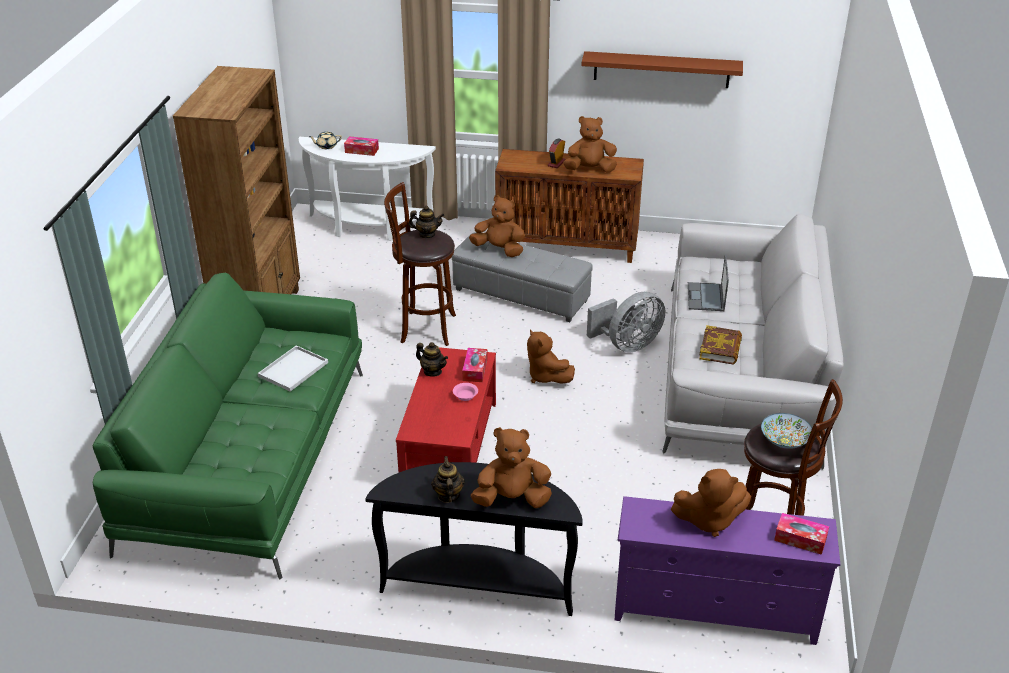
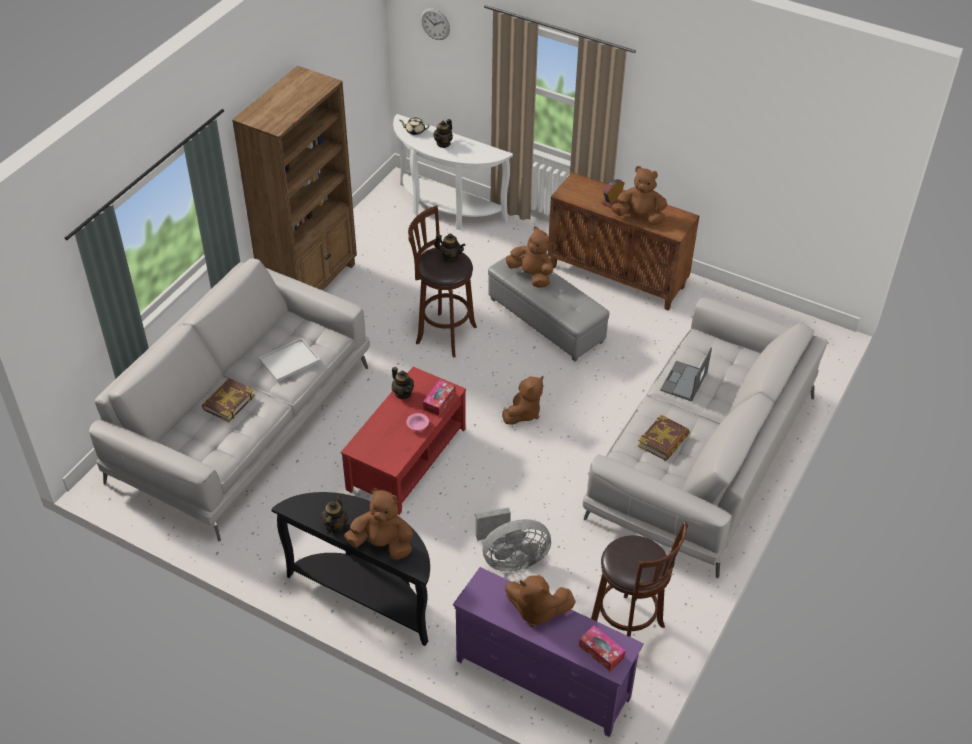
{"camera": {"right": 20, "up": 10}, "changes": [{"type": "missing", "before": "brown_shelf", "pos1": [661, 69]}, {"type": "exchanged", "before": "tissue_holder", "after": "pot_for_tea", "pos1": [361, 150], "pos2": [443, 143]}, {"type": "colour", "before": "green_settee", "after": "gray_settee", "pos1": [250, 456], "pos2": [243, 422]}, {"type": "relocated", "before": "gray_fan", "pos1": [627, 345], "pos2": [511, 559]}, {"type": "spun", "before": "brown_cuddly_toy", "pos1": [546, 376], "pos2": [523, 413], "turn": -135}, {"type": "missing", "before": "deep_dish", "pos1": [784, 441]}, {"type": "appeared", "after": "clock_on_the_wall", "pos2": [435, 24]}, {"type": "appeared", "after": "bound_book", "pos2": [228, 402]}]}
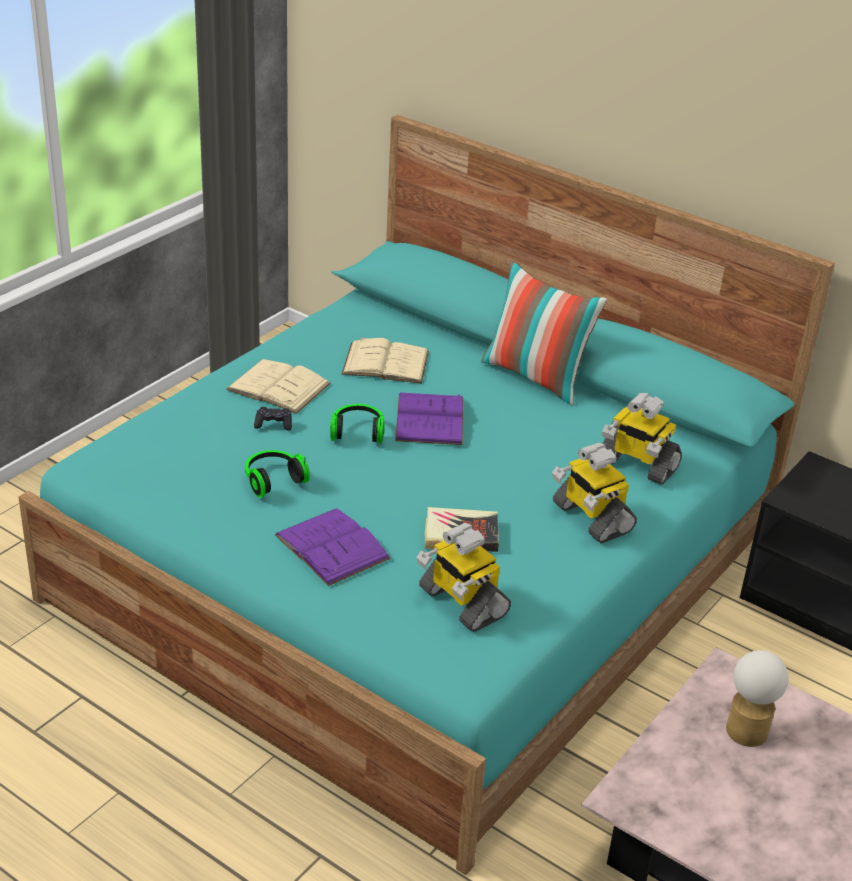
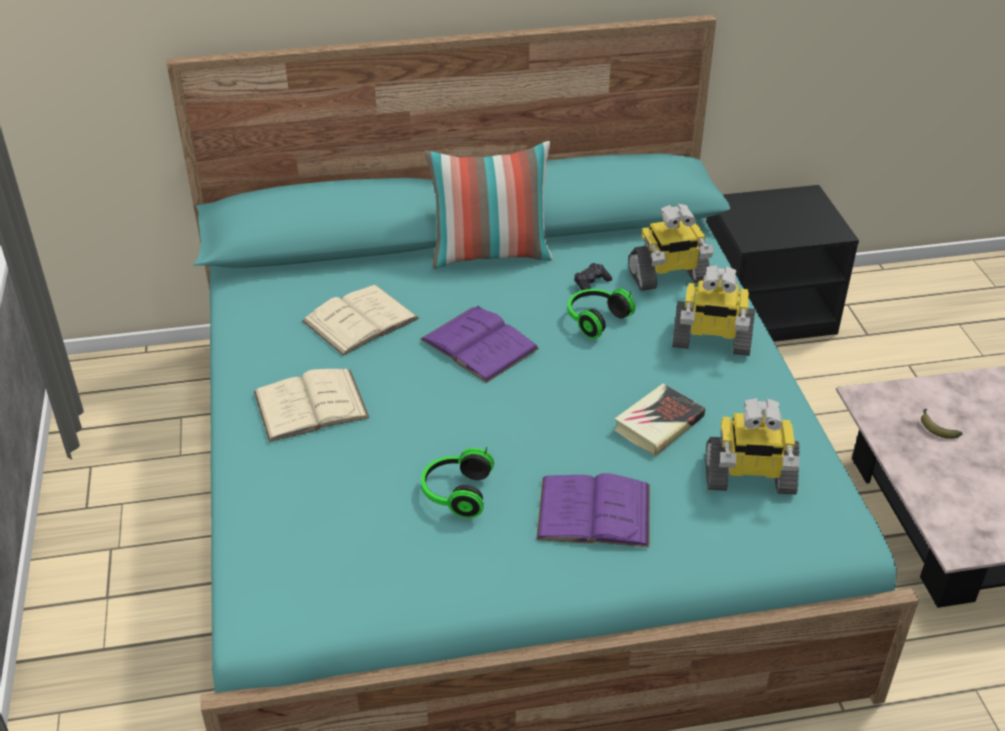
{"camera": {"right": -45, "up": 5}, "changes": [{"type": "relocated", "before": "headset", "pos1": [358, 432], "pos2": [595, 319]}, {"type": "relocated", "before": "blackish_game_controller", "pos1": [273, 424], "pos2": [591, 284]}, {"type": "exchanged", "before": "table_lamp", "after": "banana_fruit", "pos1": [748, 727], "pos2": [936, 427]}]}
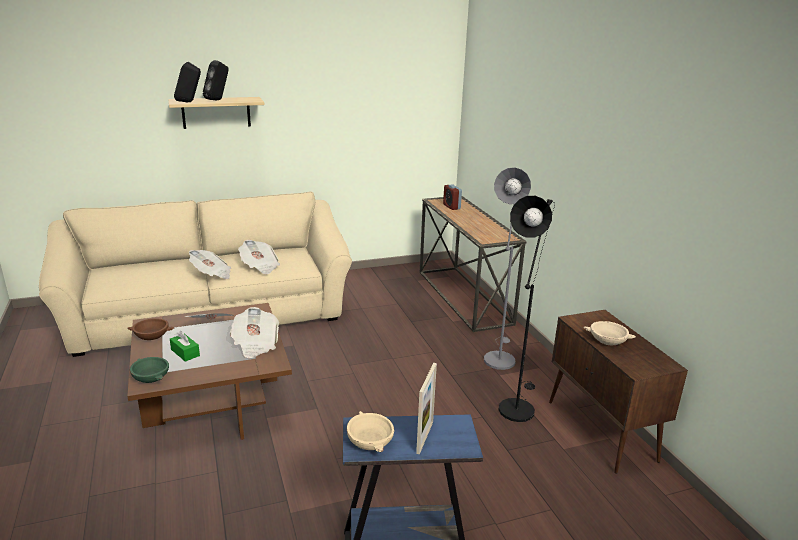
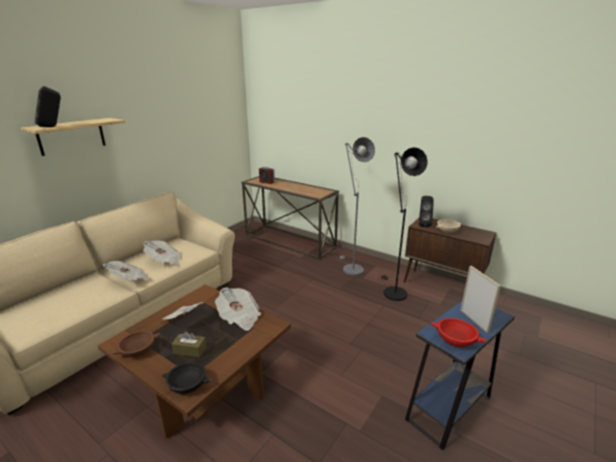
{"camera": {"right": -35, "up": 0}, "changes": [{"type": "relocated", "before": "blackish_loudspeaker", "pos1": [218, 100], "pos2": [423, 224]}, {"type": "colour", "before": "green_tissue_holder", "after": "brown_tissue_holder", "pos1": [185, 352], "pos2": [190, 350]}, {"type": "colour", "before": "green_deep_dish", "after": "blackish_deep_dish", "pos1": [150, 377], "pos2": [187, 385]}, {"type": "colour", "before": "beige_deep_dish", "after": "red_deep_dish", "pos1": [369, 441], "pos2": [455, 340]}]}
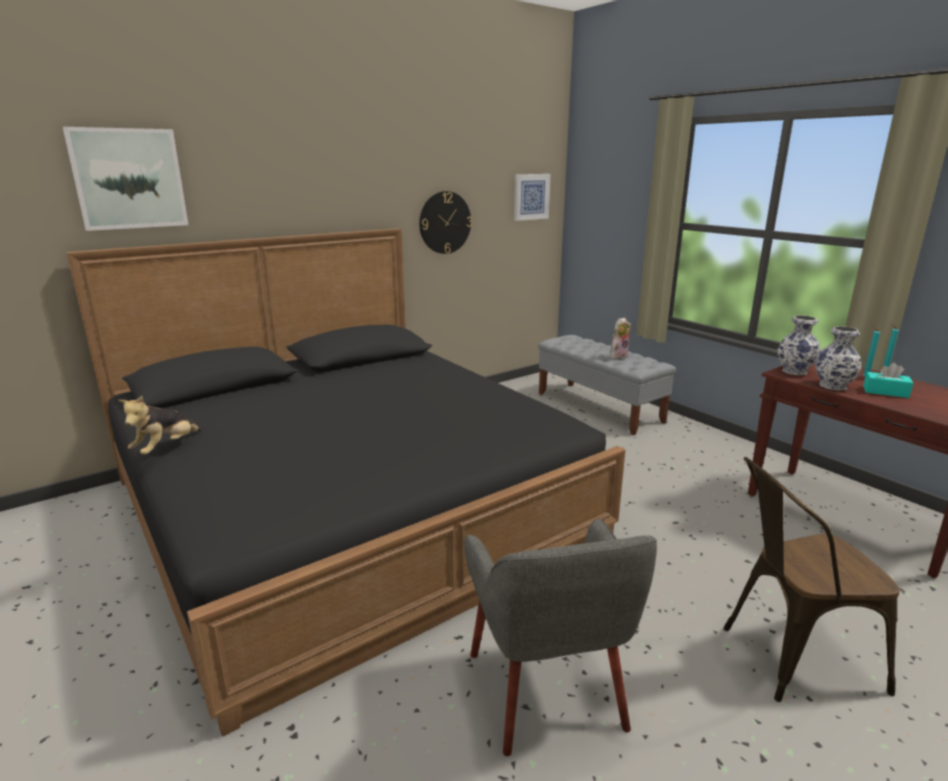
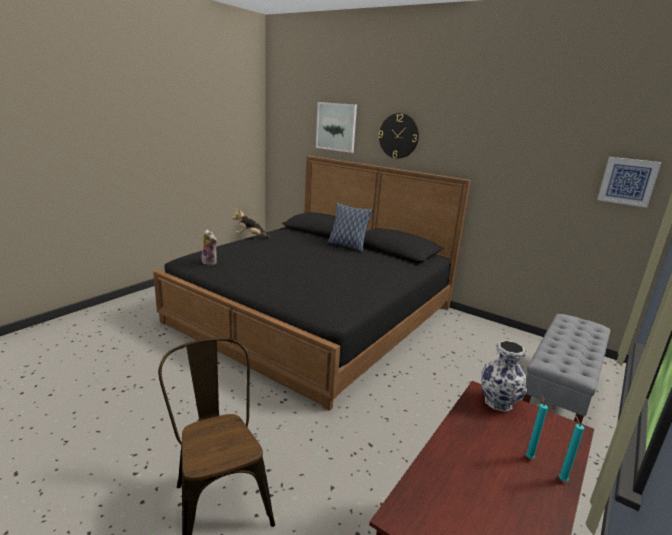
{"camera": {"right": 70, "up": 0}, "changes": [{"type": "relocated", "before": "clock_on_the_wall", "pos1": [445, 222], "pos2": [398, 136]}, {"type": "relocated", "before": "cuddly_toy", "pos1": [618, 356], "pos2": [211, 262]}, {"type": "missing", "before": "vase", "pos1": [832, 385]}, {"type": "missing", "before": "turquoise_tissue_holder", "pos1": [885, 392]}, {"type": "missing", "before": "gray_lounge_chair", "pos1": [547, 690]}, {"type": "appeared", "after": "cushion", "pos2": [347, 246]}]}
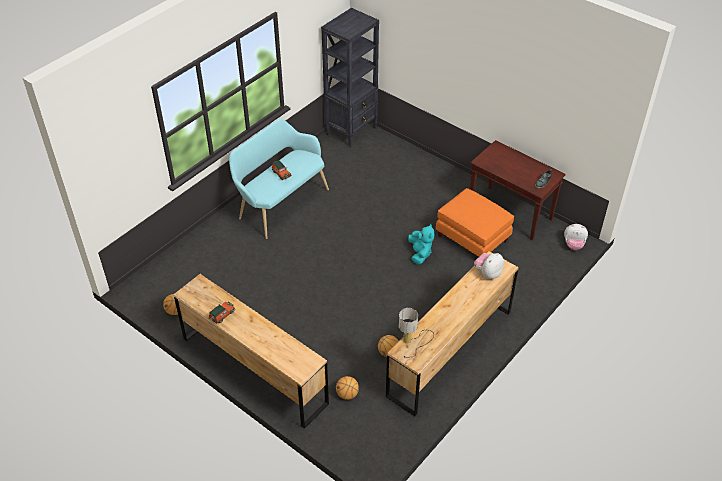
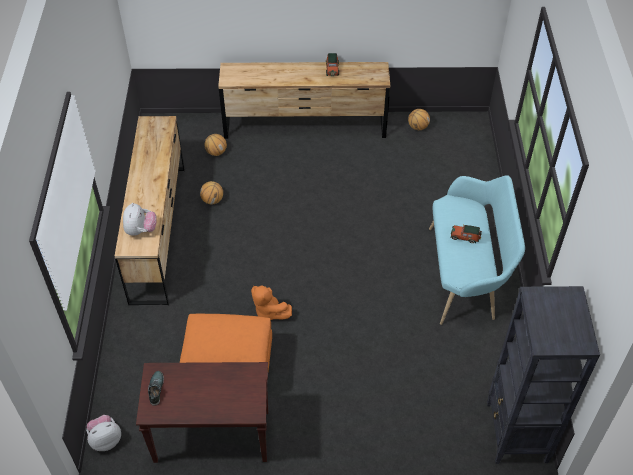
{"camera": {"right": 140, "up": 5}, "changes": [{"type": "colour", "before": "turquoise_cuddly_toy", "after": "orange_cuddly_toy", "pos1": [420, 254], "pos2": [269, 311]}, {"type": "missing", "before": "table_lamp", "pos1": [412, 341]}]}
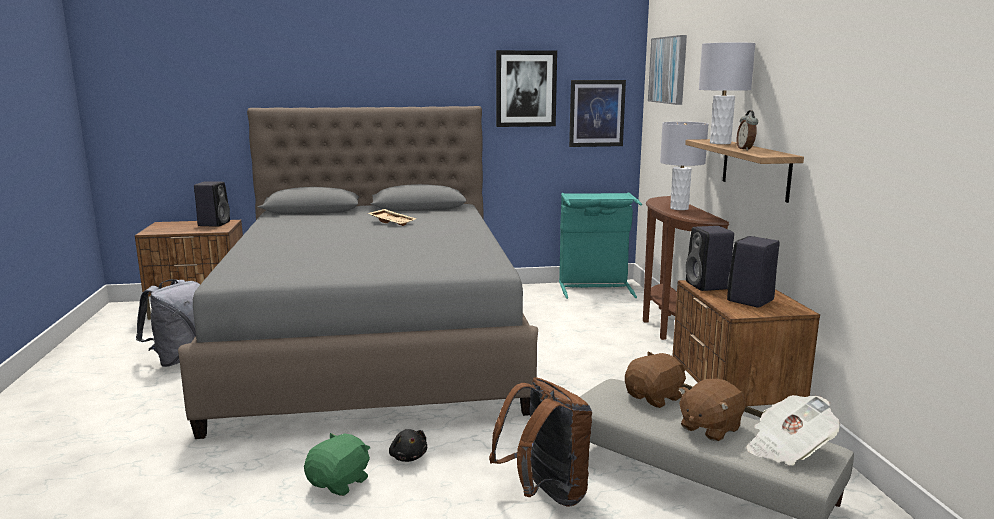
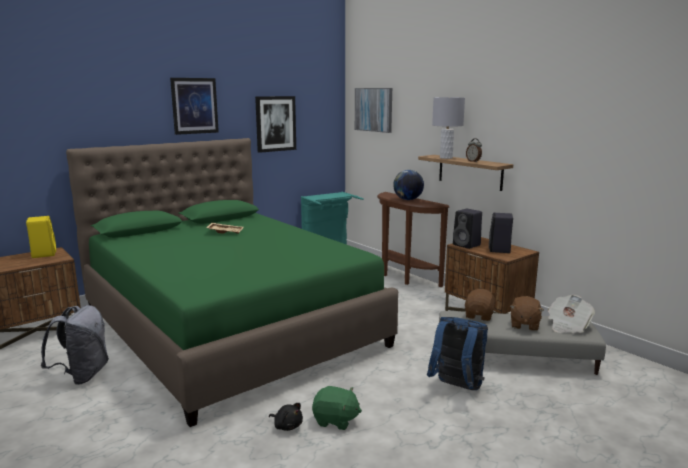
{"camera": {"right": -30, "up": 0}, "changes": [{"type": "relocated", "before": "wall_picture", "pos1": [596, 113], "pos2": [194, 106]}, {"type": "colour", "before": "gray_bed", "after": "green_bed", "pos1": [373, 343], "pos2": [230, 326]}, {"type": "exchanged", "before": "gray_table_lamp", "after": "globe", "pos1": [679, 208], "pos2": [408, 199]}, {"type": "colour", "before": "blackish_loudspeaker", "after": "yellow-coloured_loudspeaker", "pos1": [214, 223], "pos2": [43, 254]}, {"type": "colour", "before": "brown_knapsack", "after": "blue-coloured_knapsack", "pos1": [545, 494], "pos2": [456, 387]}, {"type": "relocated", "before": "blackish_cuddly_toy", "pos1": [408, 457], "pos2": [287, 426]}, {"type": "spun", "before": "green_cuddly_toy", "pos1": [340, 482], "pos2": [335, 420], "turn": 105}]}
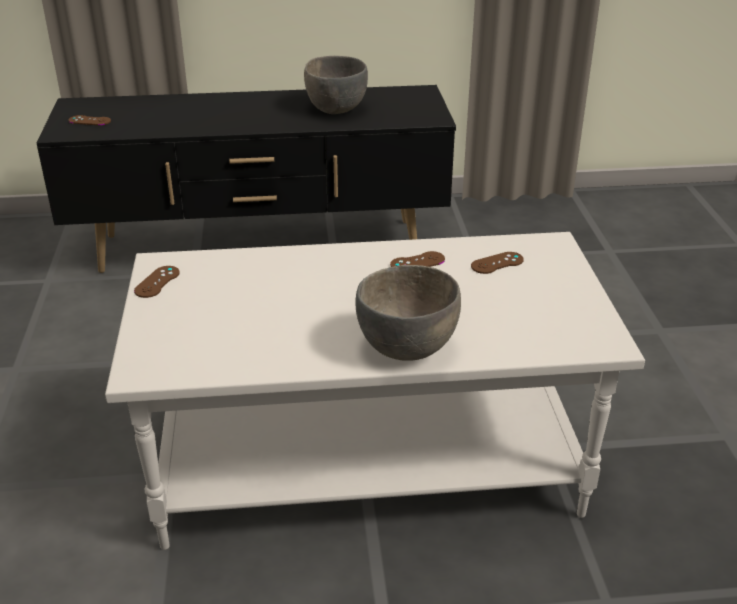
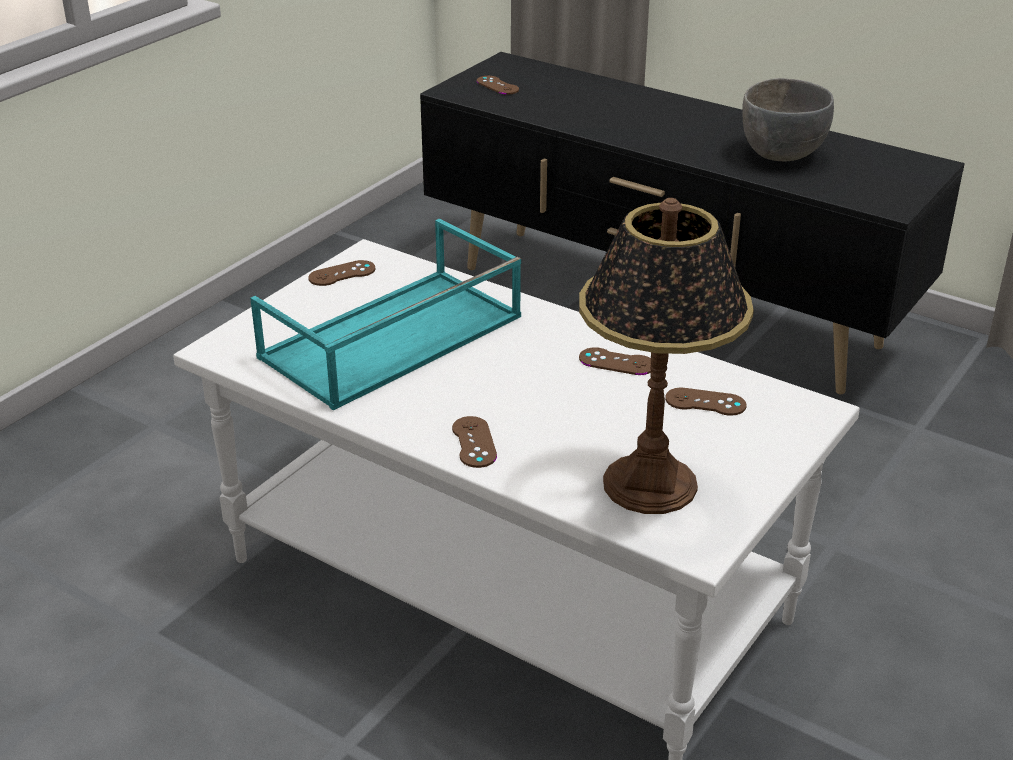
{"camera": {"right": 40, "up": 0}, "changes": [{"type": "exchanged", "before": "gray_deep_dish", "after": "brown_game_controller", "pos1": [407, 348], "pos2": [474, 442]}, {"type": "appeared", "after": "table_lamp", "pos2": [651, 483]}, {"type": "appeared", "after": "turquoise_serving_tray", "pos2": [391, 339]}]}
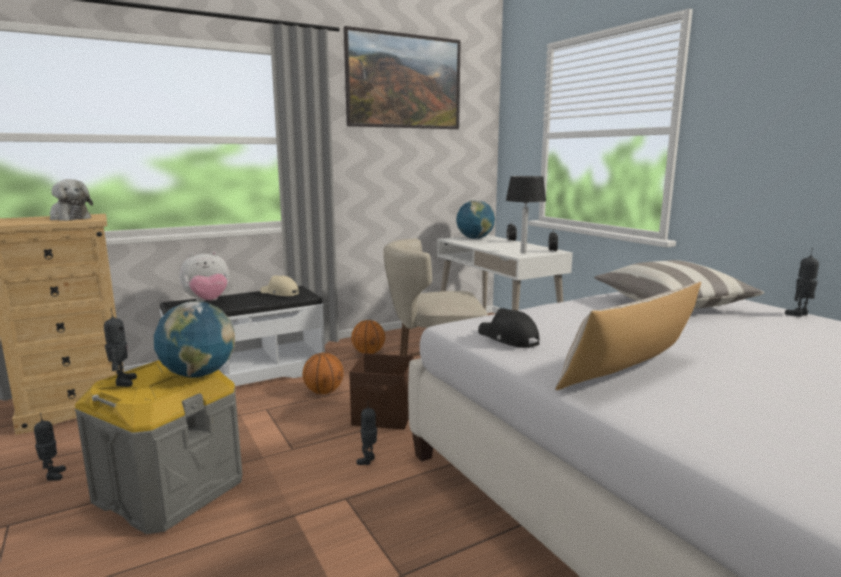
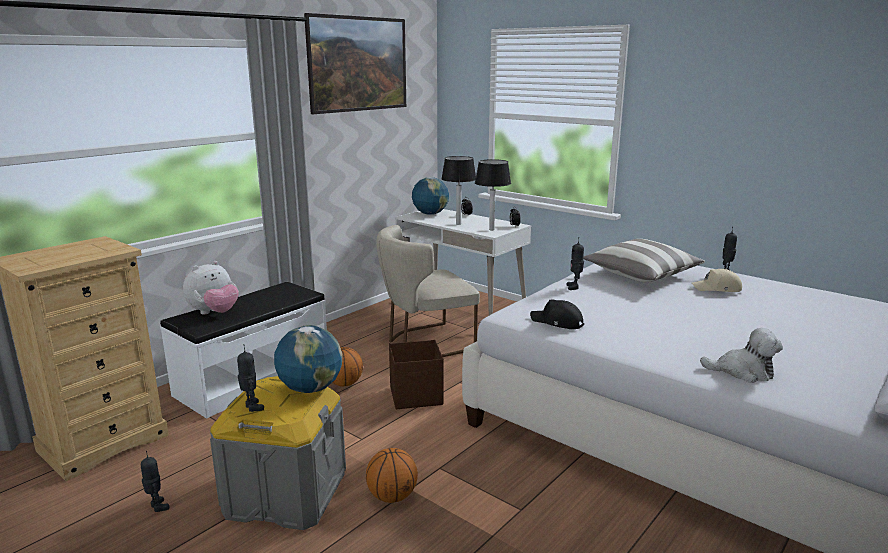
{"camera": {"right": -20, "up": 5}, "changes": [{"type": "relocated", "before": "cuddly_toy", "pos1": [69, 218], "pos2": [743, 372]}, {"type": "relocated", "before": "beige_baseball_cap", "pos1": [279, 293], "pos2": [717, 289]}, {"type": "missing", "before": "beige_cushion", "pos1": [627, 371]}, {"type": "relocated", "before": "ball_for_basketball", "pos1": [368, 353], "pos2": [392, 496]}, {"type": "relocated", "before": "toy_robot", "pos1": [368, 460], "pos2": [574, 287]}, {"type": "appeared", "after": "table_lamp", "pos2": [458, 224]}]}
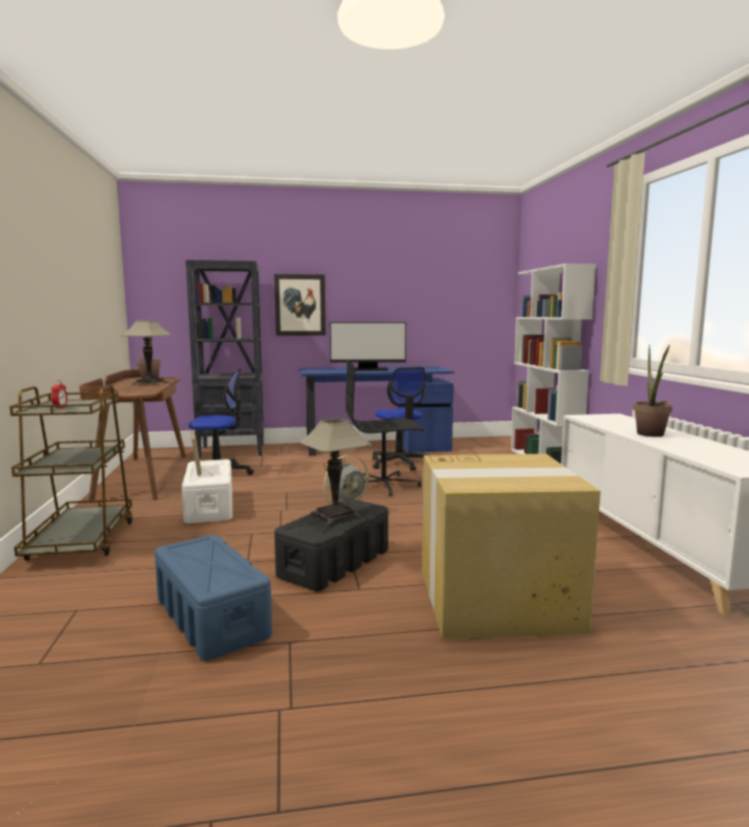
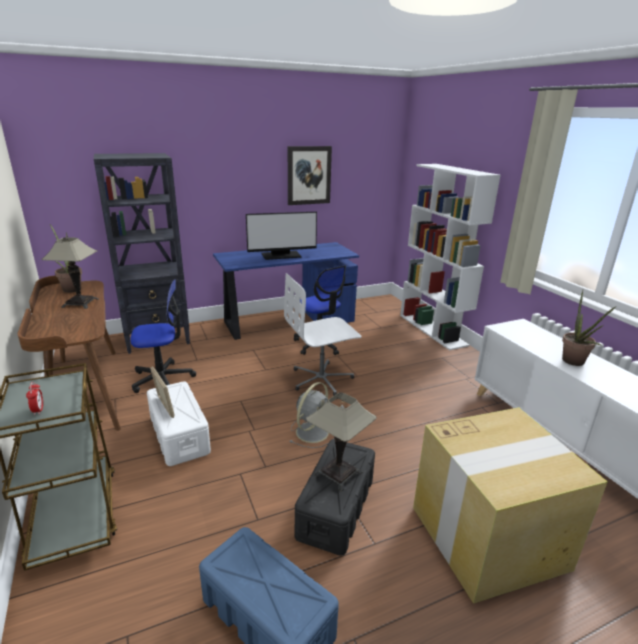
{"camera": {"right": -15, "up": 15}, "changes": [{"type": "relocated", "before": "wall_picture", "pos1": [300, 305], "pos2": [309, 175]}, {"type": "colour", "before": "blackish_computer_chair", "after": "whitish_computer_chair", "pos1": [384, 485], "pos2": [322, 379]}]}
